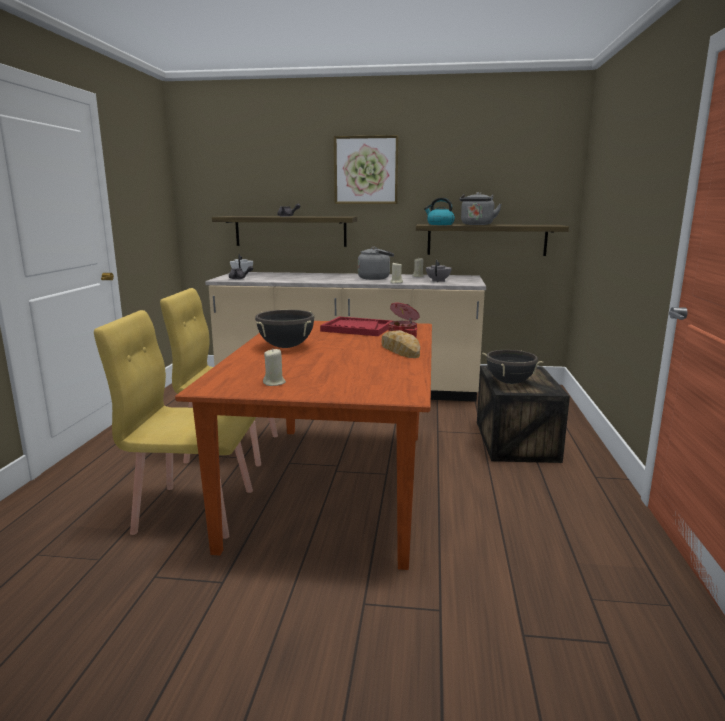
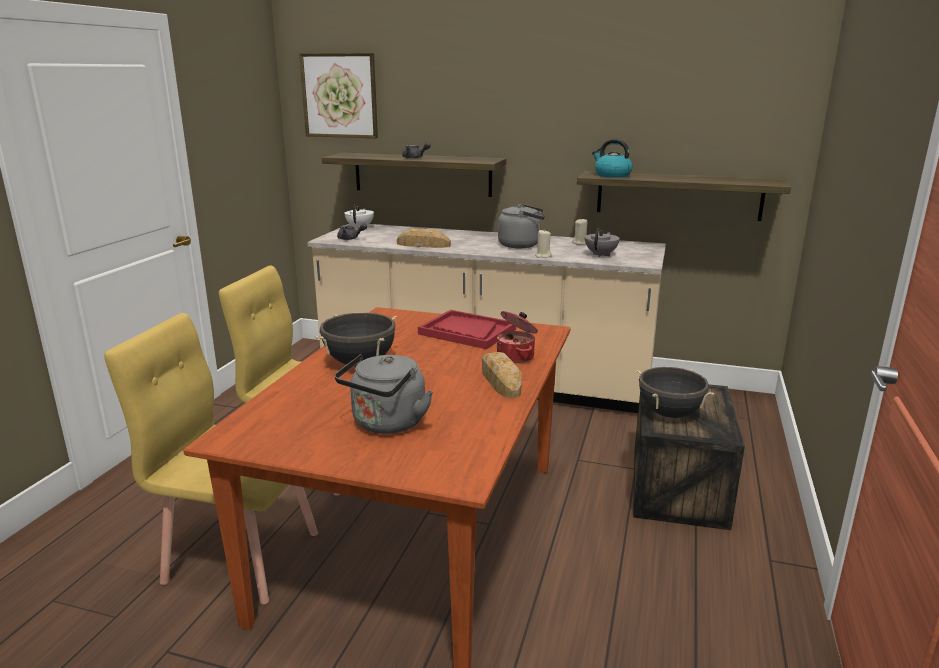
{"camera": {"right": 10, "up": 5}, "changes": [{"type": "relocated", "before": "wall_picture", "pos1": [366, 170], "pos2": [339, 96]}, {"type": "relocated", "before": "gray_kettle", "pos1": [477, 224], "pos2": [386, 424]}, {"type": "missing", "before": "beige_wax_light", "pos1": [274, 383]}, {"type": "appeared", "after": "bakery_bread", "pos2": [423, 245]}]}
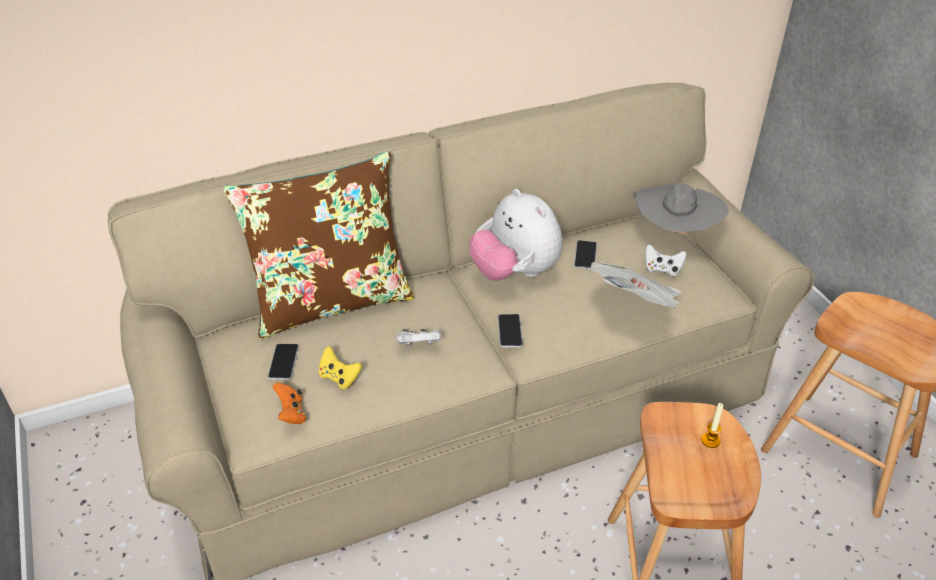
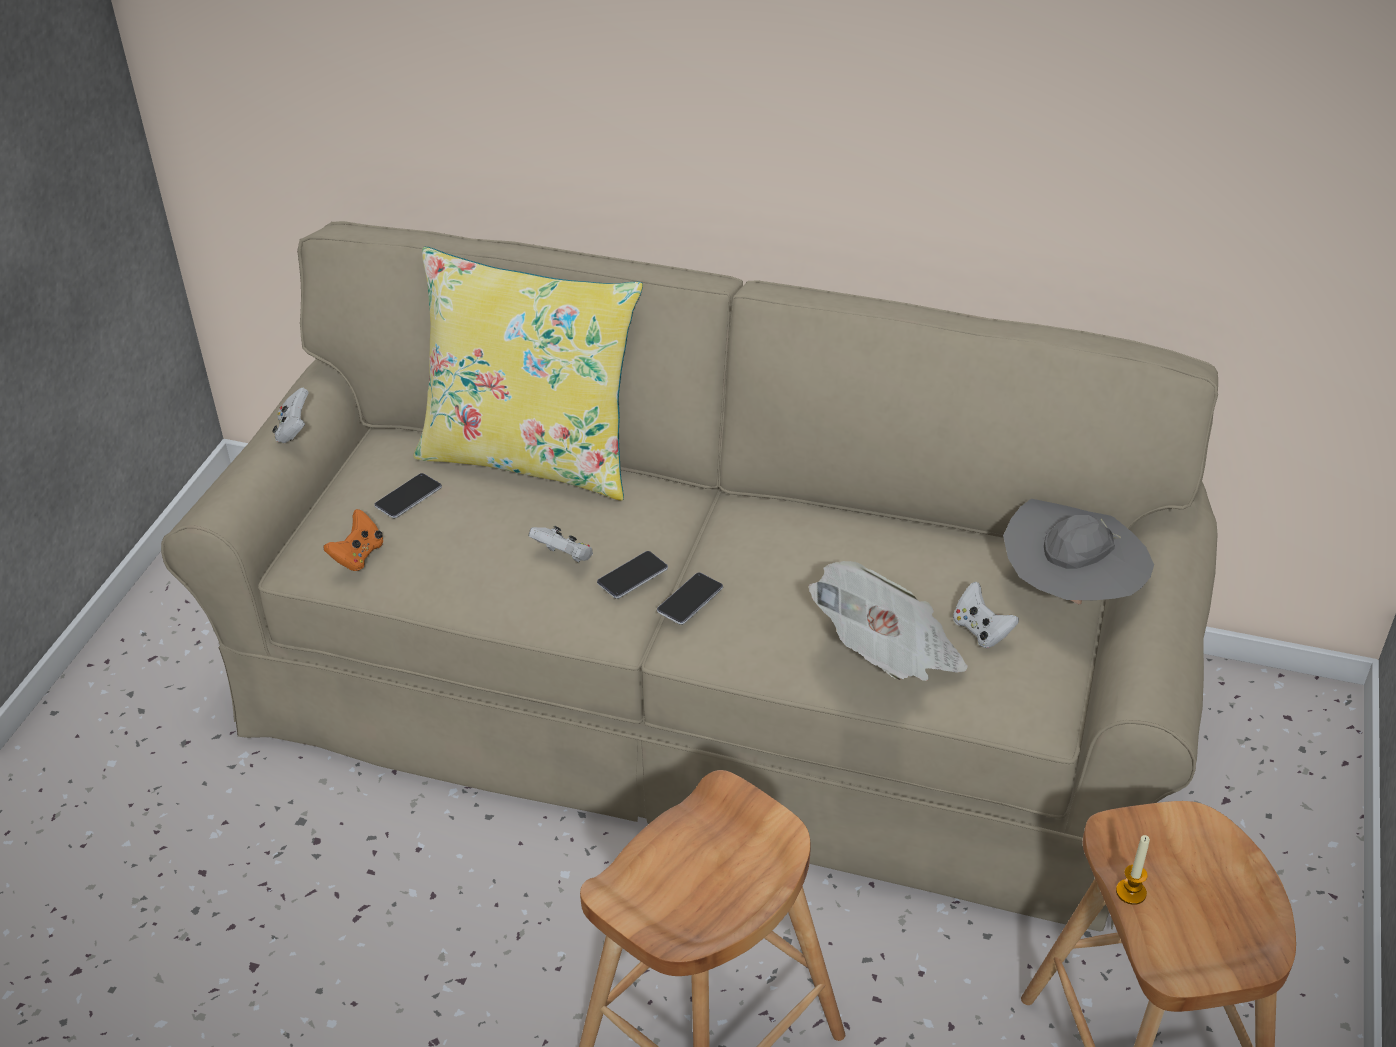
{"camera": {"right": 40, "up": 0}, "changes": [{"type": "colour", "before": "brown_cushion", "after": "yellow-coloured_cushion", "pos1": [331, 301], "pos2": [531, 456]}, {"type": "missing", "before": "cuddly_toy", "pos1": [515, 272]}, {"type": "relocated", "before": "handset", "pos1": [585, 255], "pos2": [632, 576]}, {"type": "missing", "before": "yellow-coloured_game_controller", "pos1": [339, 377]}, {"type": "relocated", "before": "wax_light", "pos1": [710, 440], "pos2": [1131, 892]}, {"type": "appeared", "after": "whitish_game_controller", "pos2": [294, 430]}]}
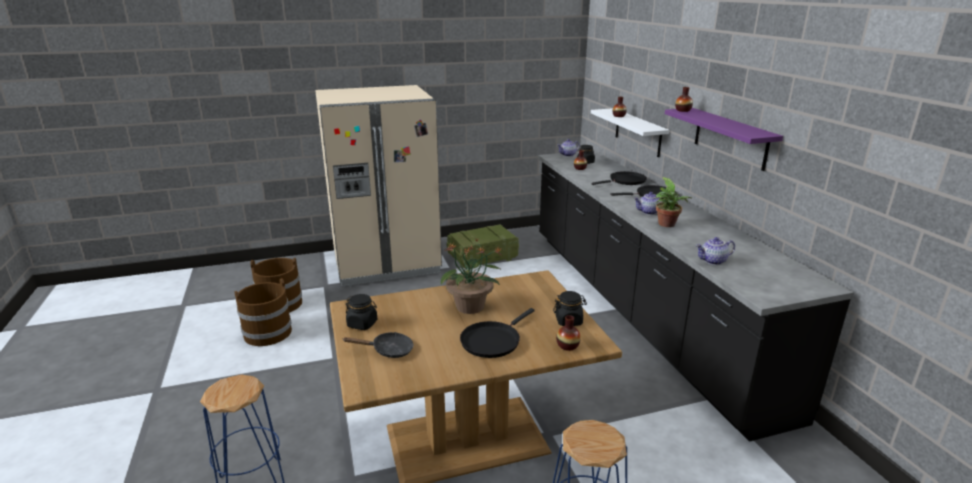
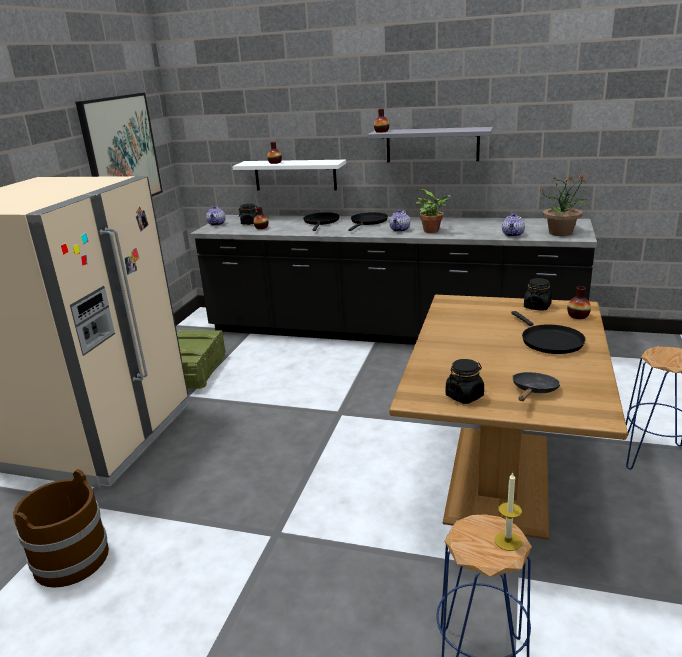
{"camera": {"right": -55, "up": 0}, "changes": [{"type": "colour", "before": "purplish_shelf", "after": "gray_shelf", "pos1": [730, 138], "pos2": [432, 145]}, {"type": "relocated", "before": "houseplant", "pos1": [470, 307], "pos2": [561, 233]}, {"type": "missing", "before": "brown_pail", "pos1": [268, 333]}, {"type": "appeared", "after": "wall_picture", "pos2": [121, 151]}, {"type": "appeared", "after": "wax_light", "pos2": [508, 541]}]}
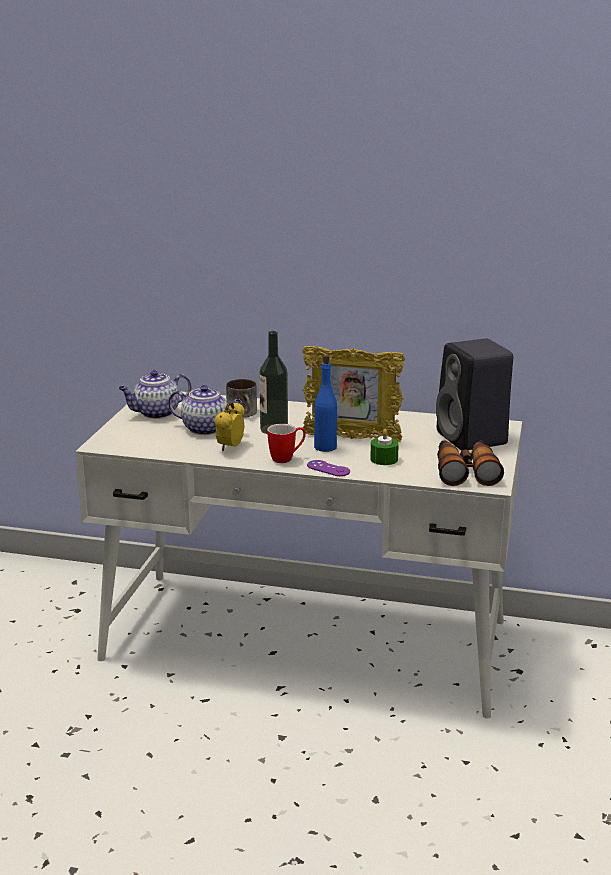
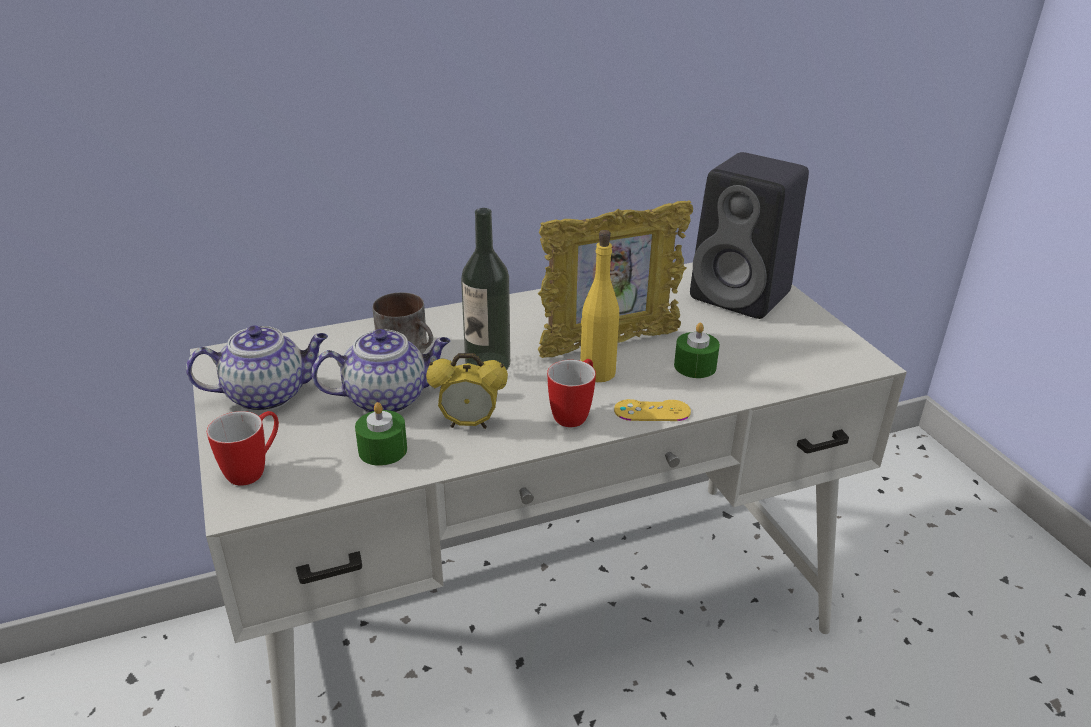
{"camera": {"right": -35, "up": 10}, "changes": [{"type": "colour", "before": "blue-coloured_bottle", "after": "yellow-coloured_bottle", "pos1": [325, 447], "pos2": [597, 372]}, {"type": "spun", "before": "pot_for_tea", "pos1": [156, 413], "pos2": [268, 395], "turn": -135}, {"type": "spun", "before": "bedside_clock", "pos1": [230, 448], "pos2": [469, 424], "turn": -75}, {"type": "missing", "before": "pair_of_binoculars", "pos1": [465, 471]}, {"type": "colour", "before": "purplish_game_controller", "after": "yellow-coloured_game_controller", "pos1": [328, 468], "pos2": [652, 411]}, {"type": "appeared", "after": "green_wax_light", "pos2": [383, 450]}, {"type": "appeared", "after": "tea_mug", "pos2": [254, 469]}]}
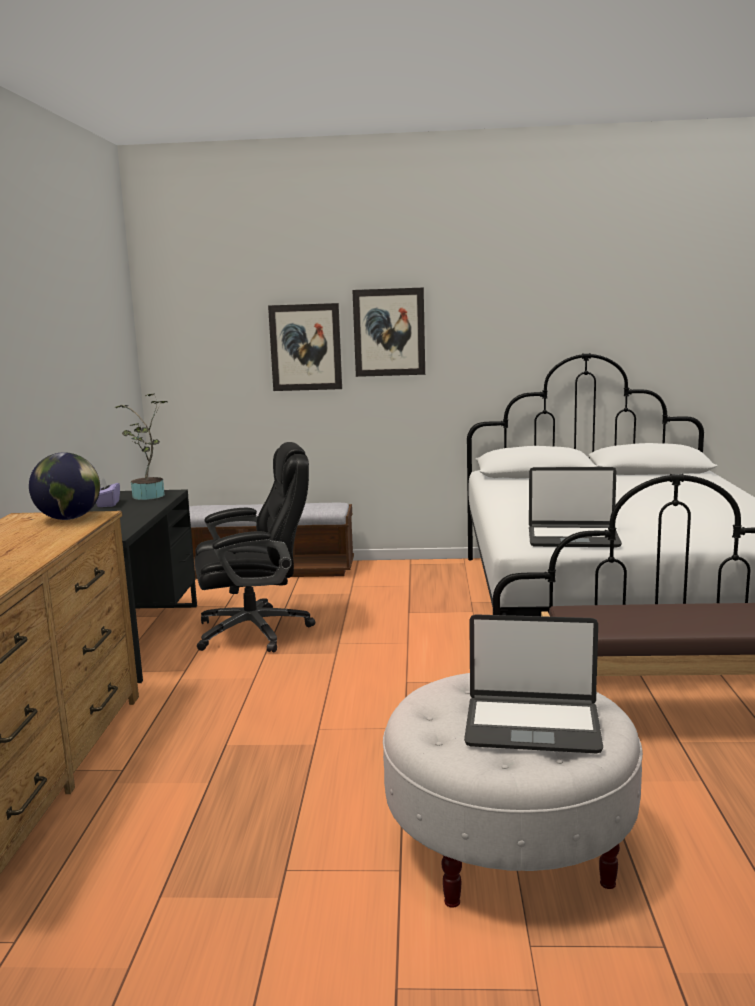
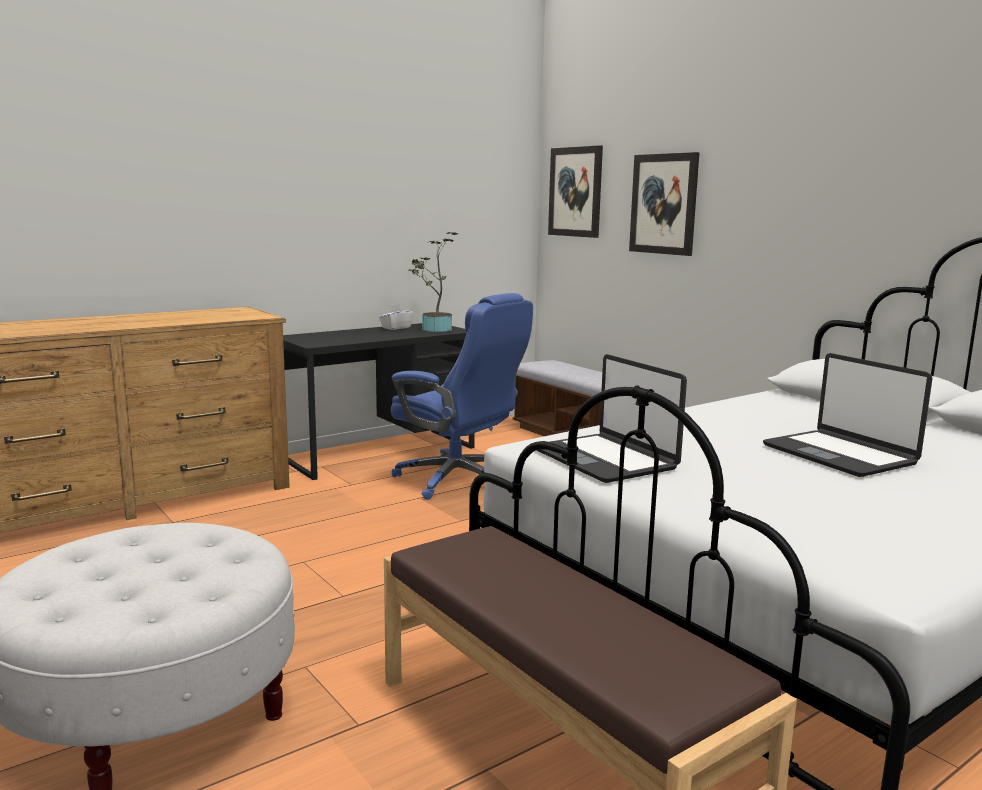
{"camera": {"right": 50, "up": 0}, "changes": [{"type": "relocated", "before": "wall_picture", "pos1": [389, 332], "pos2": [575, 192]}, {"type": "colour", "before": "blackish_computer_chair", "after": "blue-coloured_computer_chair", "pos1": [256, 631], "pos2": [458, 480]}, {"type": "missing", "before": "globe", "pos1": [69, 519]}, {"type": "colour", "before": "purplish_tissue_holder", "after": "whitish_tissue_holder", "pos1": [108, 504], "pos2": [396, 328]}, {"type": "relocated", "before": "notebook_computer", "pos1": [532, 725], "pos2": [839, 455]}]}
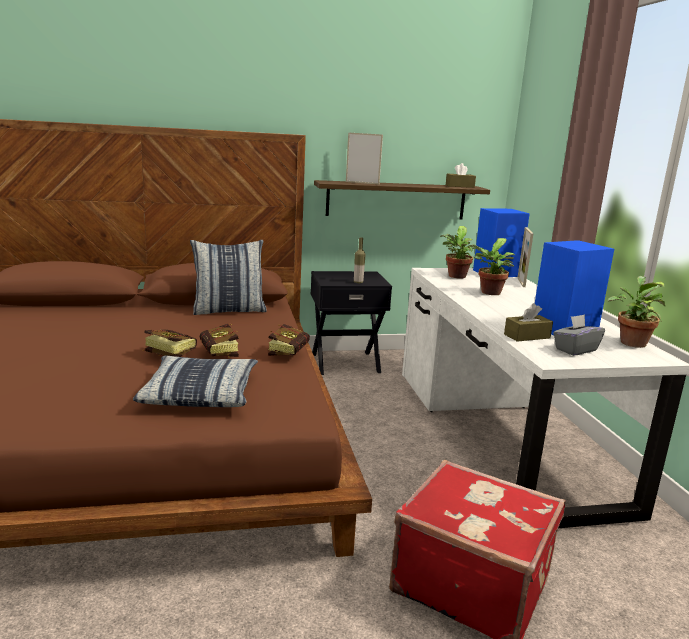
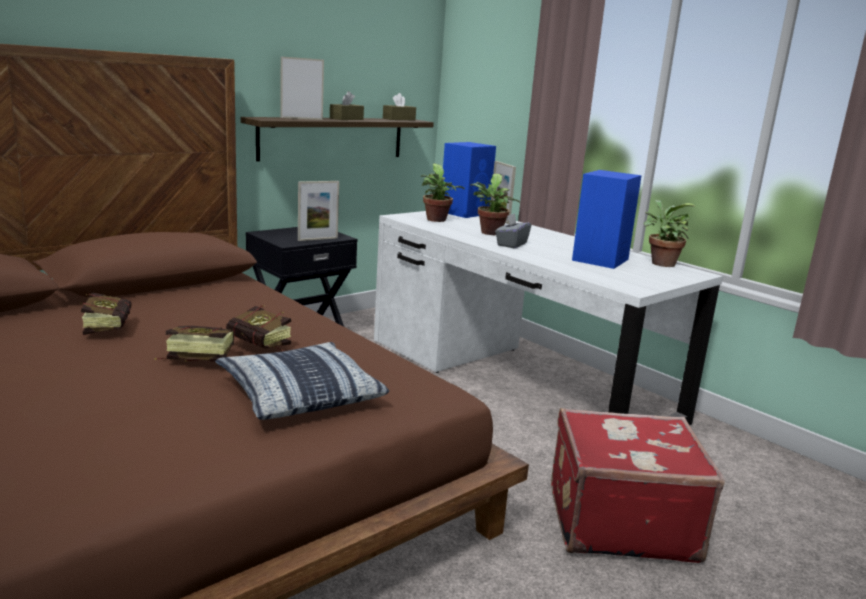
{"camera": {"right": -30, "up": 0}, "changes": [{"type": "exchanged", "before": "bottle", "after": "standing_frame", "pos1": [358, 282], "pos2": [317, 239]}, {"type": "missing", "before": "cushion", "pos1": [229, 310]}, {"type": "relocated", "before": "brown_tissue_holder", "pos1": [527, 336], "pos2": [346, 119]}, {"type": "relocated", "before": "gray_tissue_holder", "pos1": [575, 350], "pos2": [511, 244]}, {"type": "relocated", "before": "bound_book", "pos1": [290, 353], "pos2": [109, 328]}]}
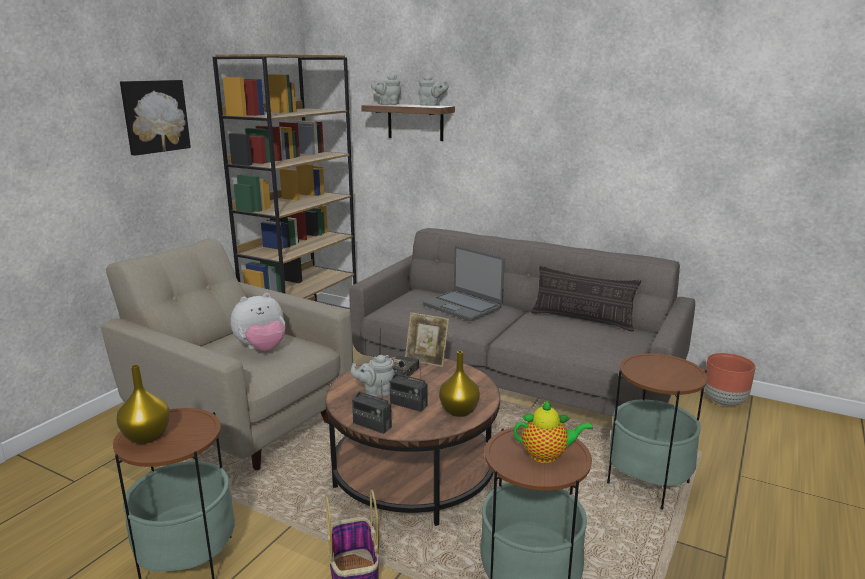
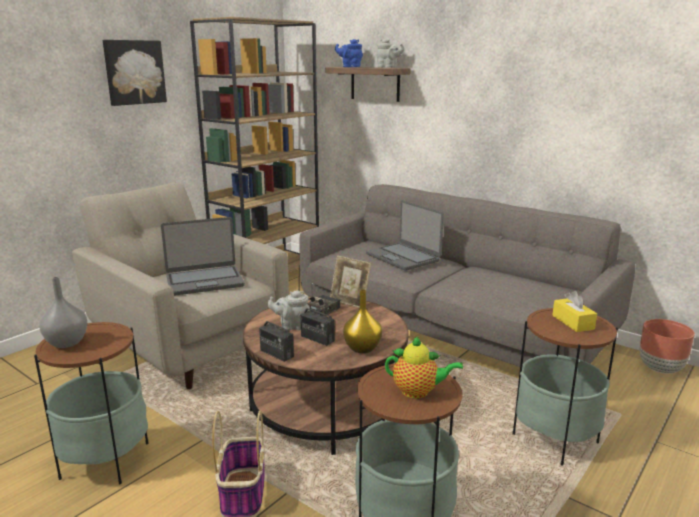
{"camera": {"right": 10, "up": 0}, "changes": [{"type": "colour", "before": "gray_pot_for_tea", "after": "blue-coloured_pot_for_tea", "pos1": [388, 104], "pos2": [350, 67]}, {"type": "missing", "before": "cushion", "pos1": [582, 319]}, {"type": "exchanged", "before": "cuddly_toy", "after": "notebook_computer", "pos1": [262, 349], "pos2": [204, 281]}, {"type": "colour", "before": "yellow-coloured_vase", "after": "gray_vase", "pos1": [146, 436], "pos2": [66, 342]}, {"type": "appeared", "after": "yellow-coloured_tissue_holder", "pos2": [573, 322]}]}
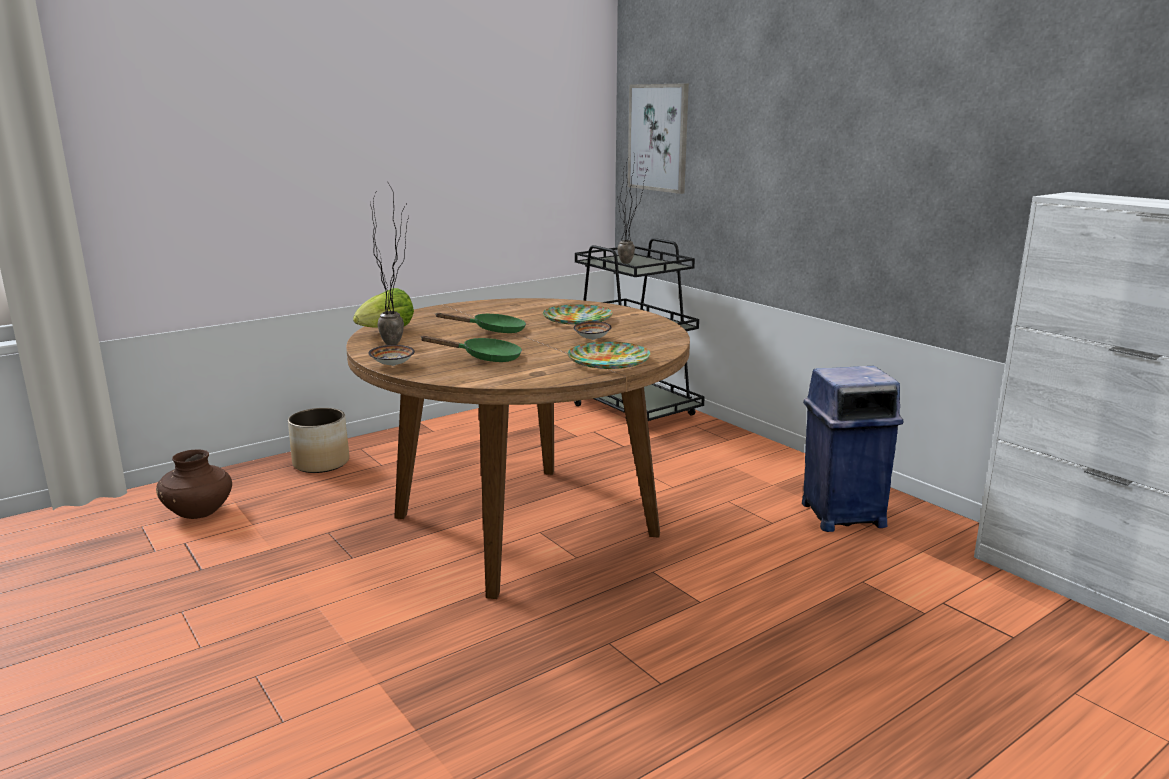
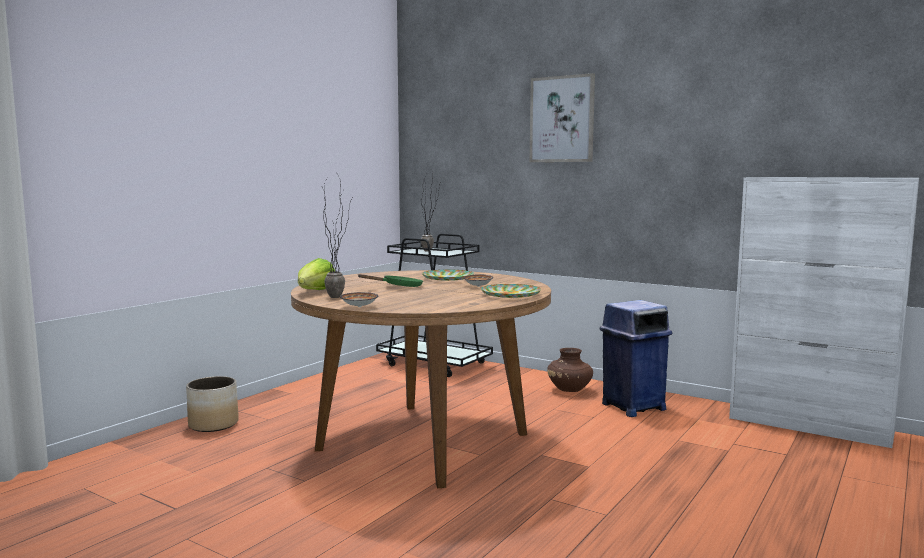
{"camera": {"right": -20, "up": -10}, "changes": [{"type": "relocated", "before": "wall_picture", "pos1": [658, 138], "pos2": [562, 119]}, {"type": "missing", "before": "green_frying_pan", "pos1": [485, 358]}, {"type": "relocated", "before": "brown_vase", "pos1": [199, 513], "pos2": [569, 390]}]}
